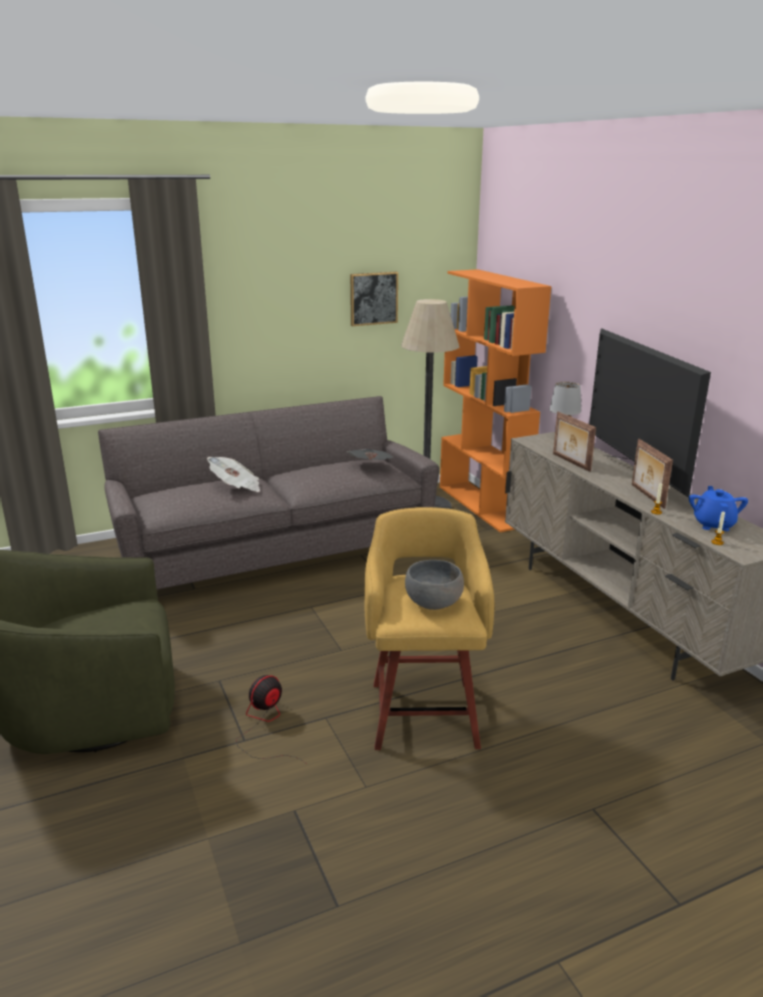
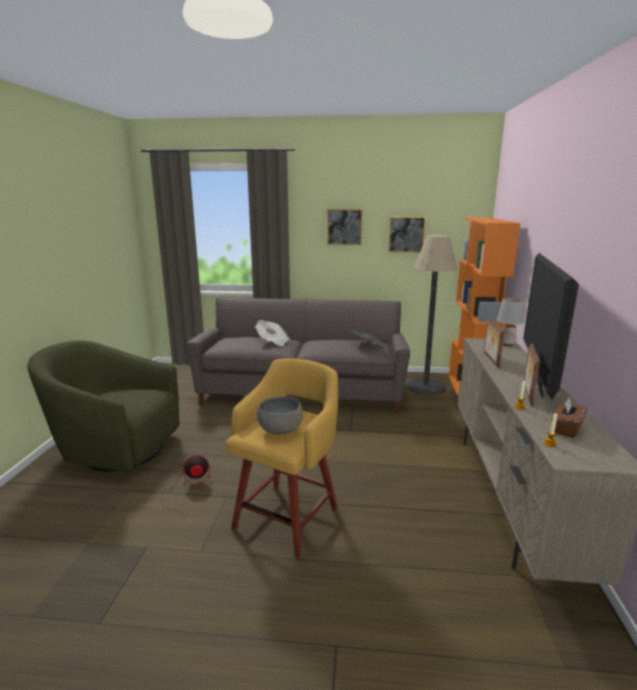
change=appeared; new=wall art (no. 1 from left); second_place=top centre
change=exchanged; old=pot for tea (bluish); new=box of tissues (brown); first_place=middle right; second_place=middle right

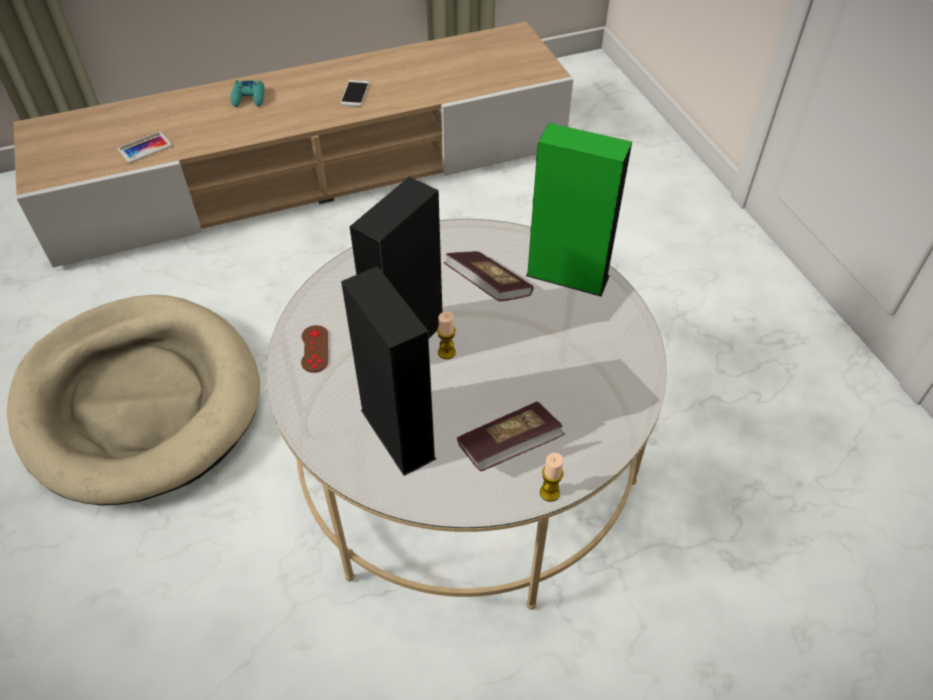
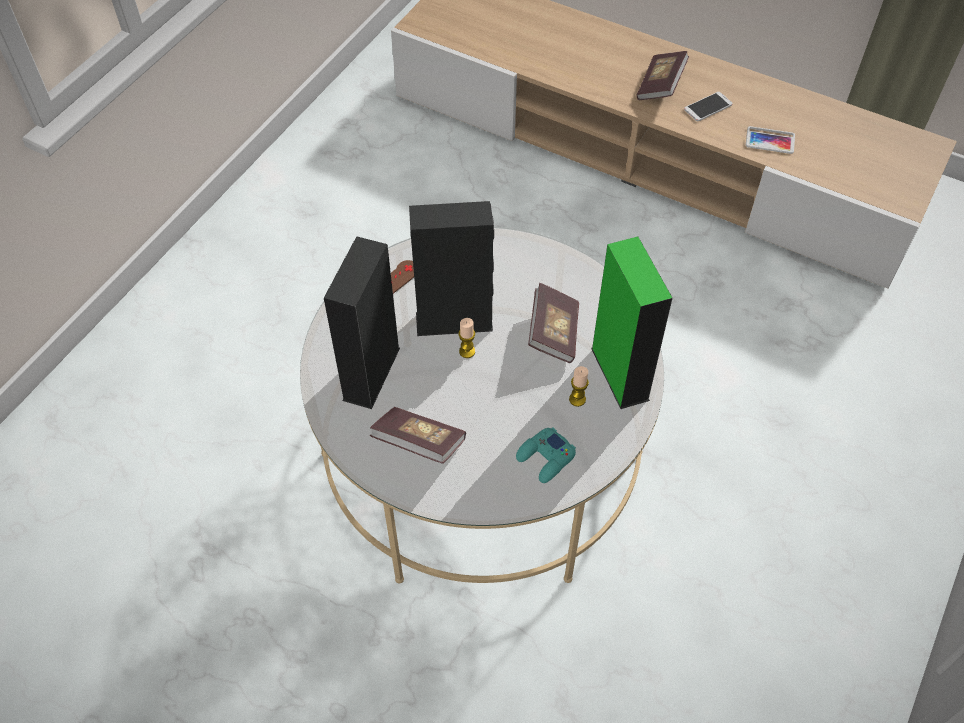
change=relocated; old=joypad (turquoise); first_place=top left; second_place=centre
change=relocated; old=candle (no. 2 from left); first_place=bottom centre; second_place=centre
change=appeared; new=volume (no. 3 from left); second_place=top right
change=relocated; old=phone (no. 1 from left in the first image); new=phone (no. 2 from left); first_place=top left; second_place=top right
change=missing; old=dog cushion (sand-coloured); first_place=middle left

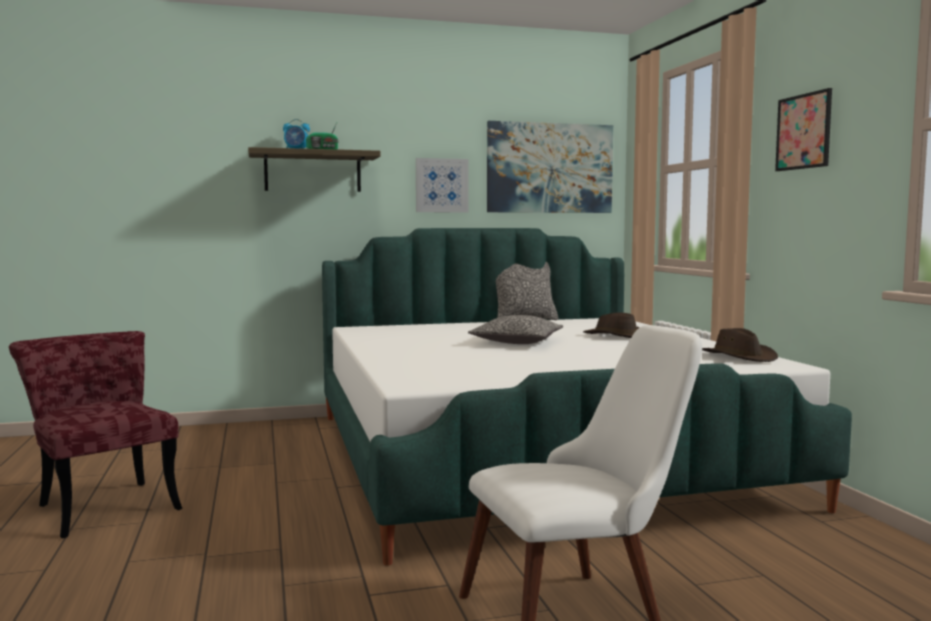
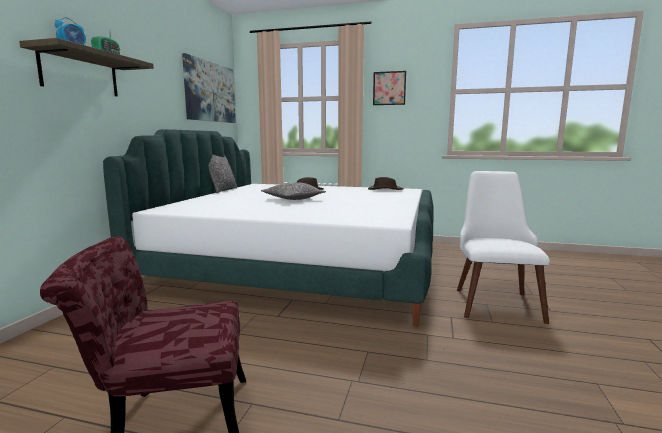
change=missing; old=wall art (no. 1 from left); first_place=top centre

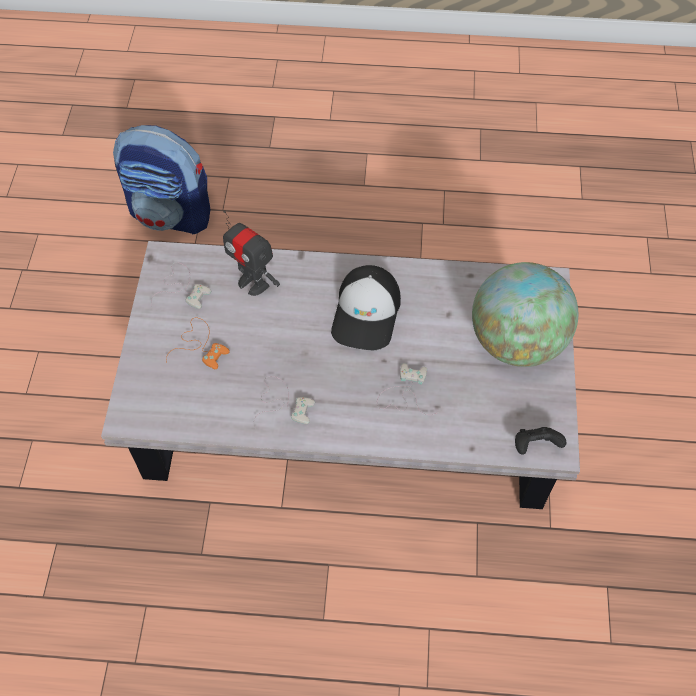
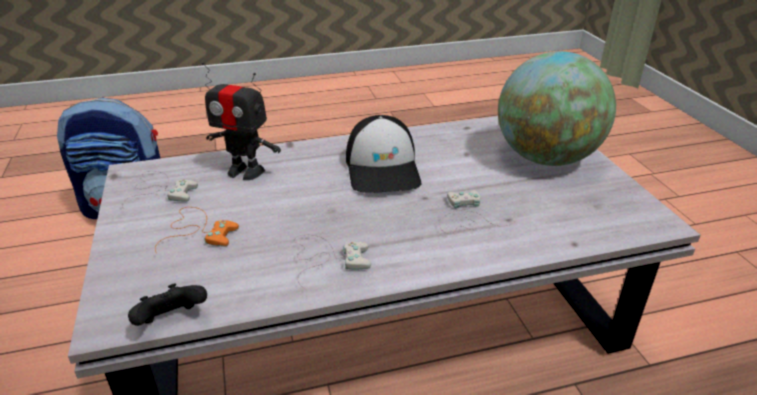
change=relocated; old=joypad (black); first_place=middle right; second_place=bottom left

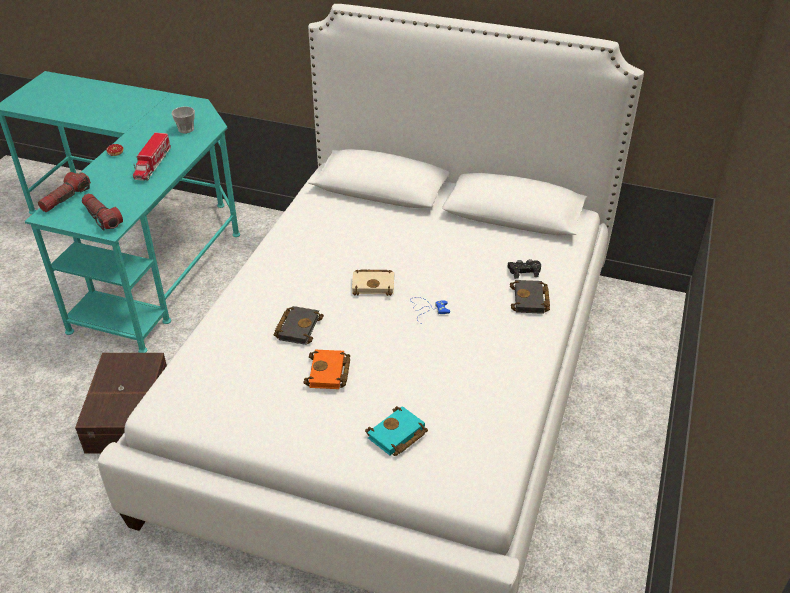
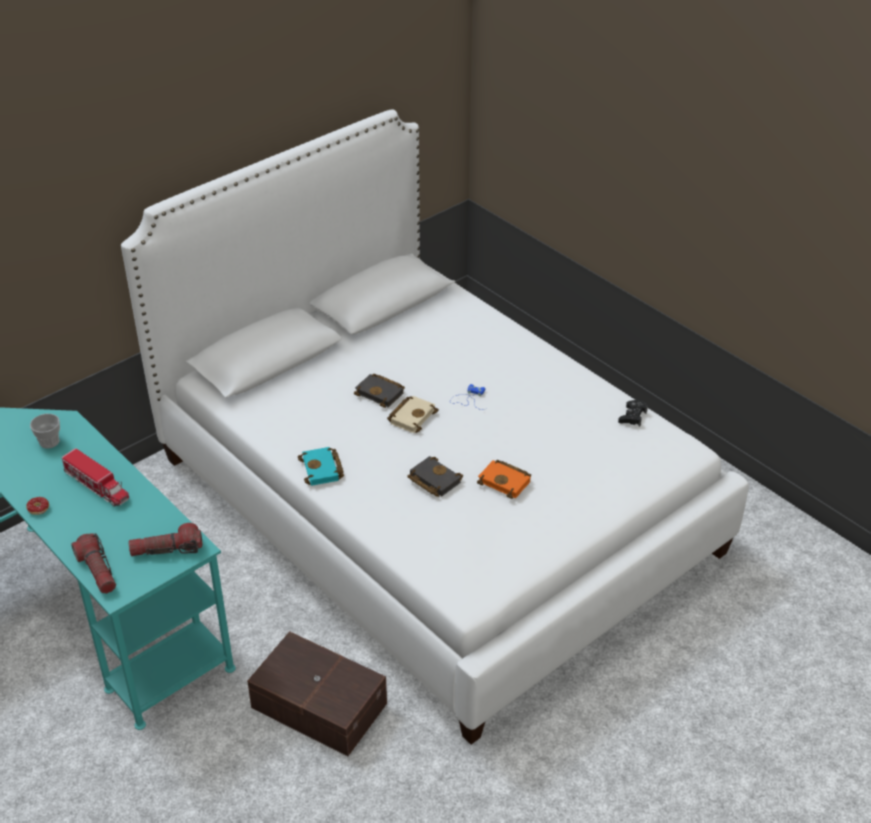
change=relocated; old=volume (turquoise); first_place=bottom centre; second_place=centre
change=relocated; old=volume (black) (no. 2 from left in the first image); new=volume (black) (no. 1 from left); first_place=middle right; second_place=centre
change=relocated; old=joypad (black); first_place=centre; second_place=middle right

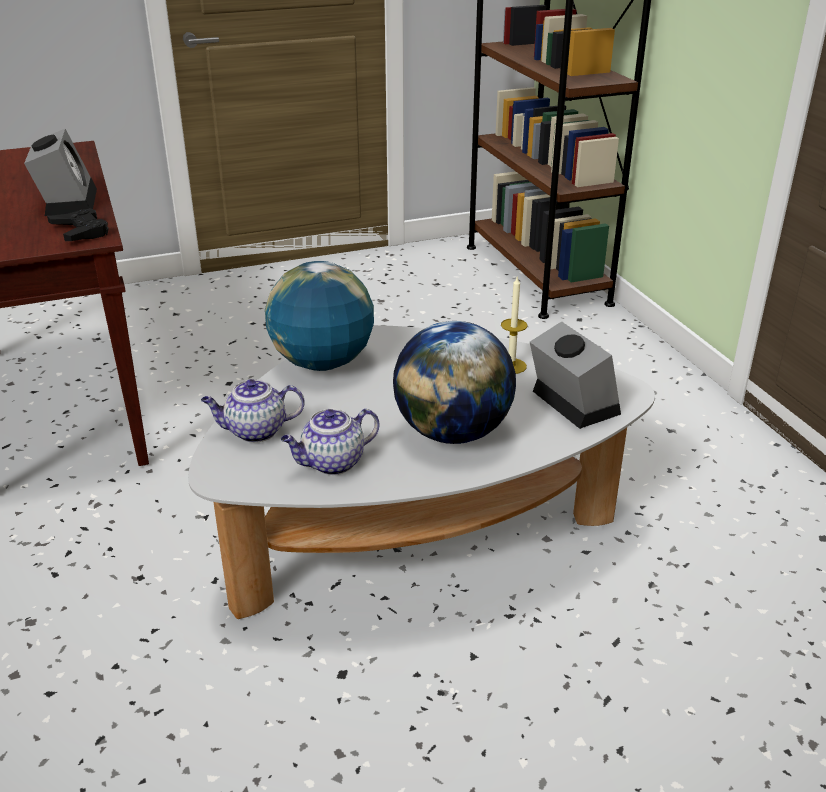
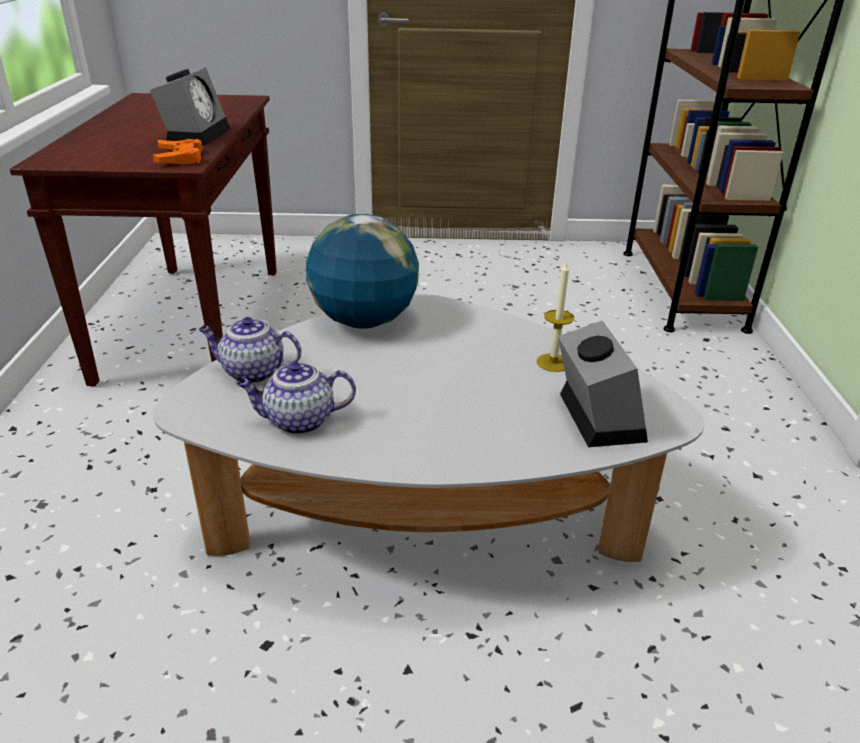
change=colour; old=joypad (black); new=joypad (orange-coloured); first_place=top left; second_place=top left
change=missing; old=world globe (no. 2 from left); first_place=centre

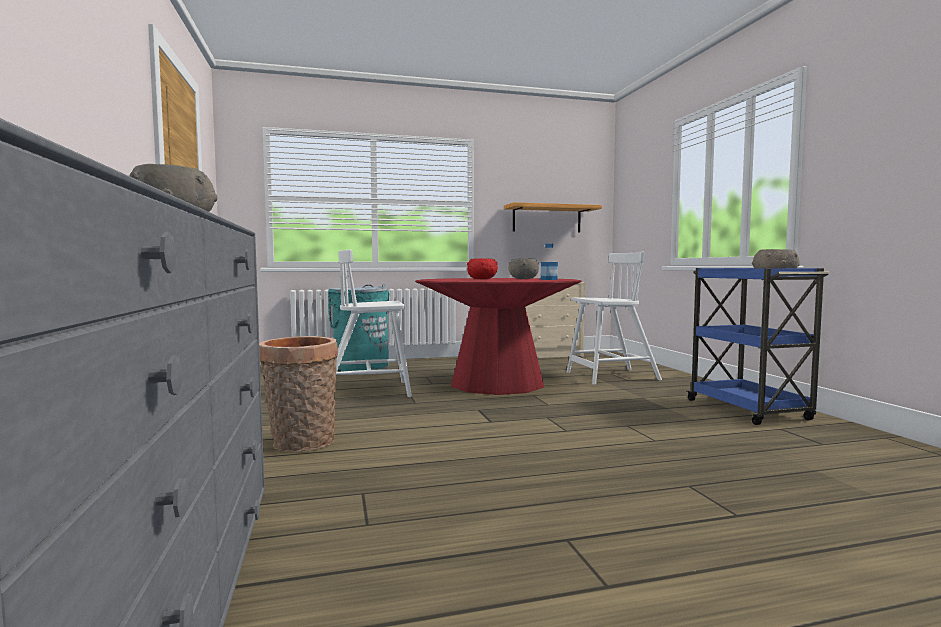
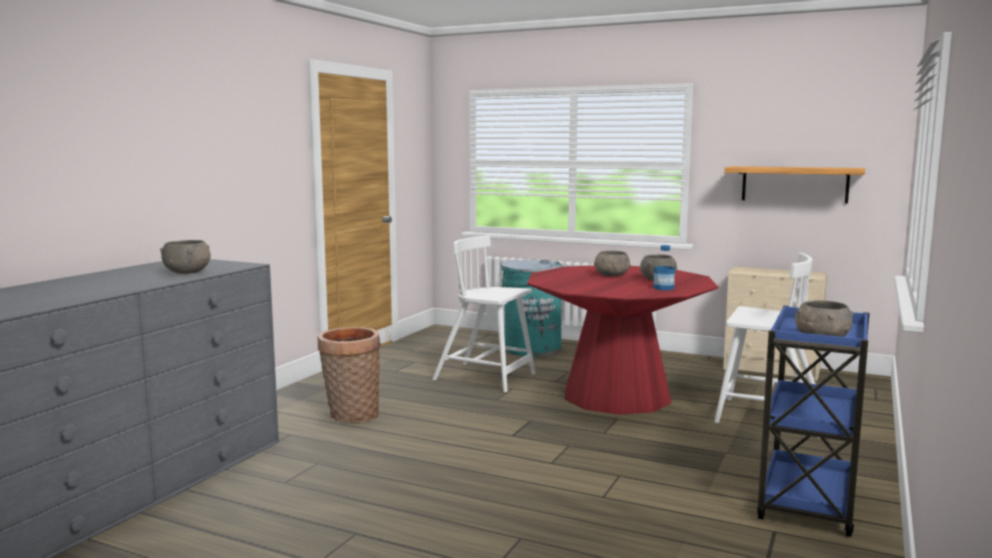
change=colour; old=deep dish (reddish); new=deep dish (grey) (no. 2 from left); first_place=centre; second_place=centre

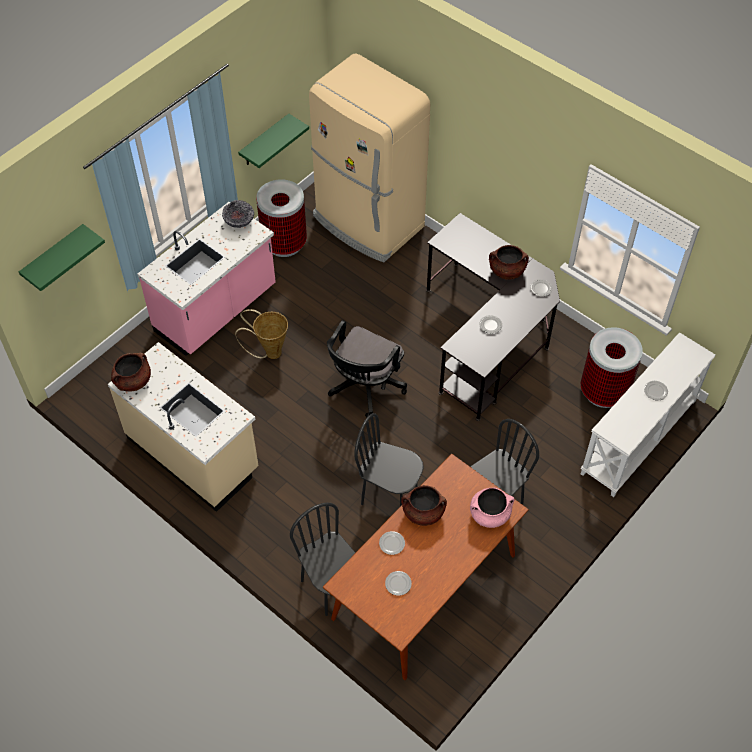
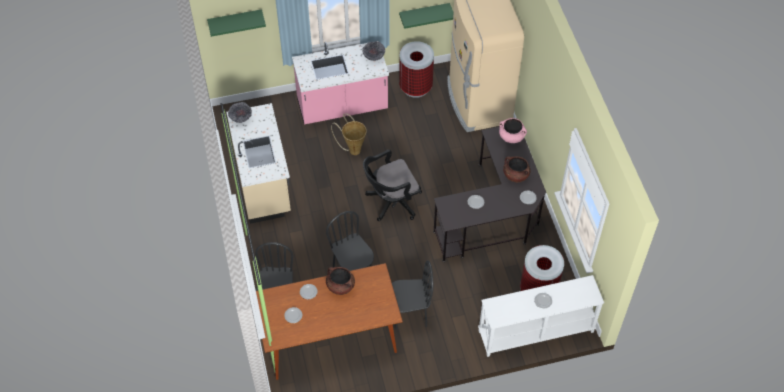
change=exchanged; old=stockpot (brown) (no. 1 from left); new=deep dish (no. 1 from left); first_place=middle left; second_place=top left
change=relocated; old=stockpot (pinkish); first_place=bottom centre; second_place=top centre

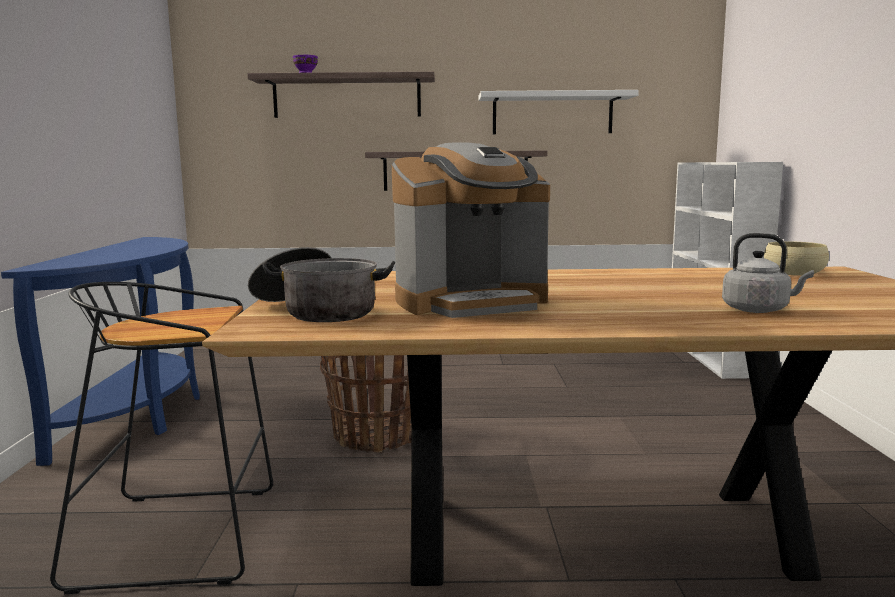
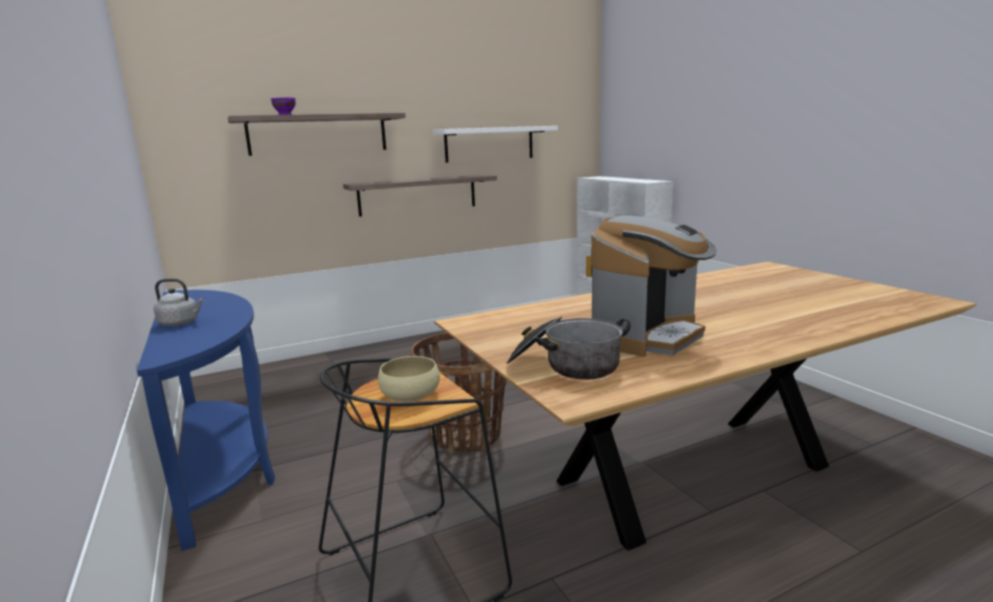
change=relocated; old=water kettle (grey); first_place=middle right; second_place=middle left
change=relocated; old=deep dish (sand-coloured); first_place=middle right; second_place=centre

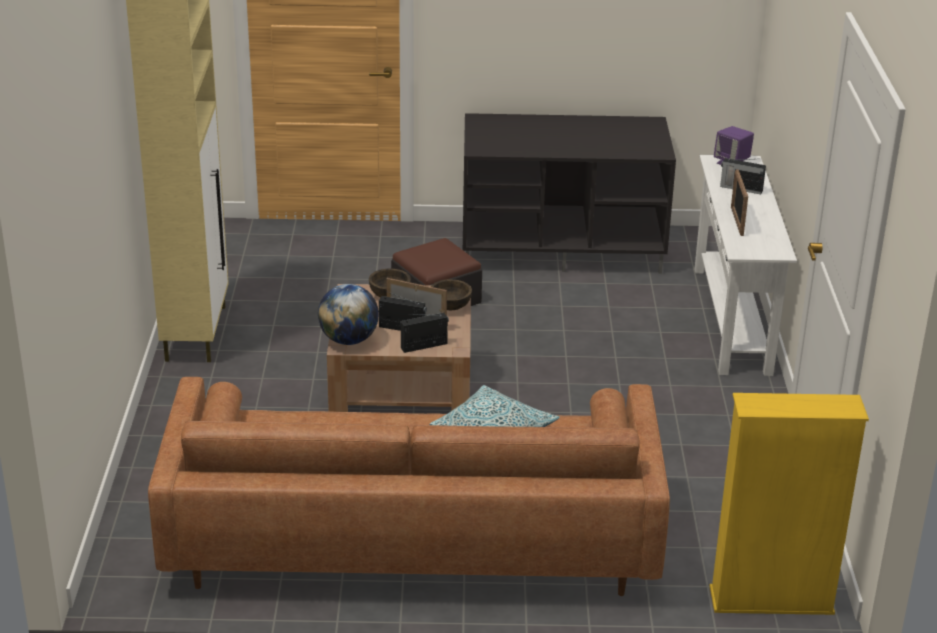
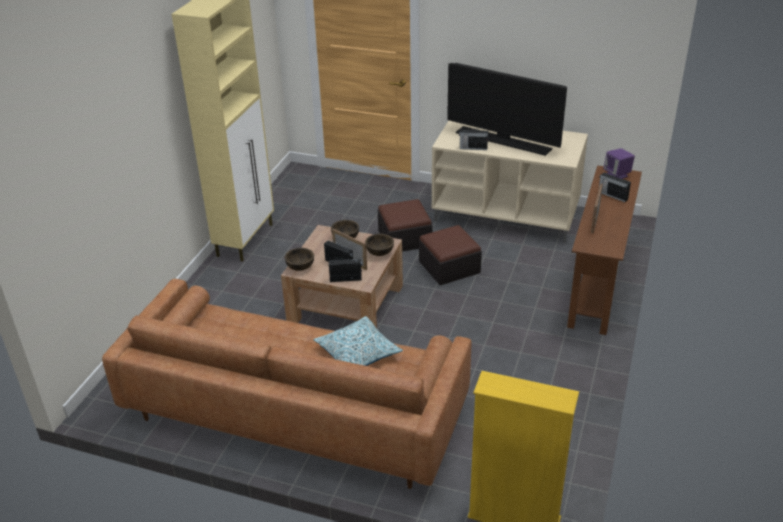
change=exchanged; old=world globe; new=deep dish (brown) (no. 1 from left); first_place=centre; second_place=centre
change=appeared; new=footrest (no. 2 from left); second_place=centre
change=colour; old=media console (black); new=media console (sand-coloured); first_place=top centre; second_place=centre
change=appeared; new=TV set; second_place=top centre
change=appeared; new=radio (no. 3 from left); second_place=top centre
change=colour; old=narrow table (white); new=narrow table (brown); first_place=middle right; second_place=middle right

